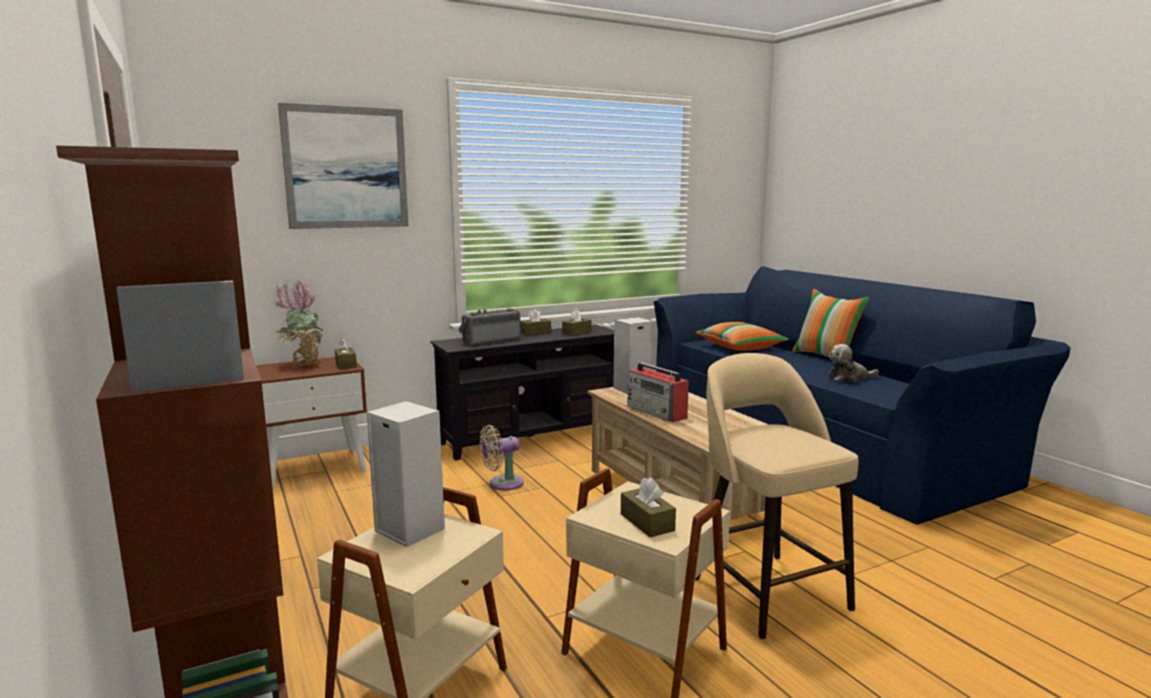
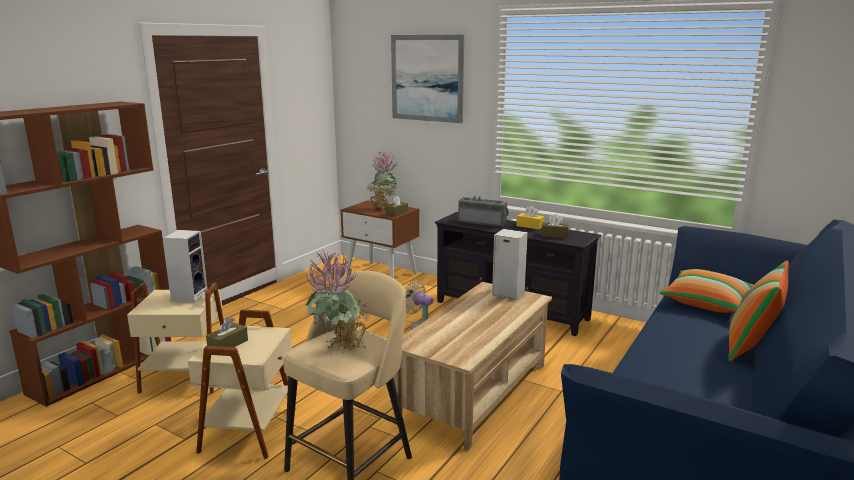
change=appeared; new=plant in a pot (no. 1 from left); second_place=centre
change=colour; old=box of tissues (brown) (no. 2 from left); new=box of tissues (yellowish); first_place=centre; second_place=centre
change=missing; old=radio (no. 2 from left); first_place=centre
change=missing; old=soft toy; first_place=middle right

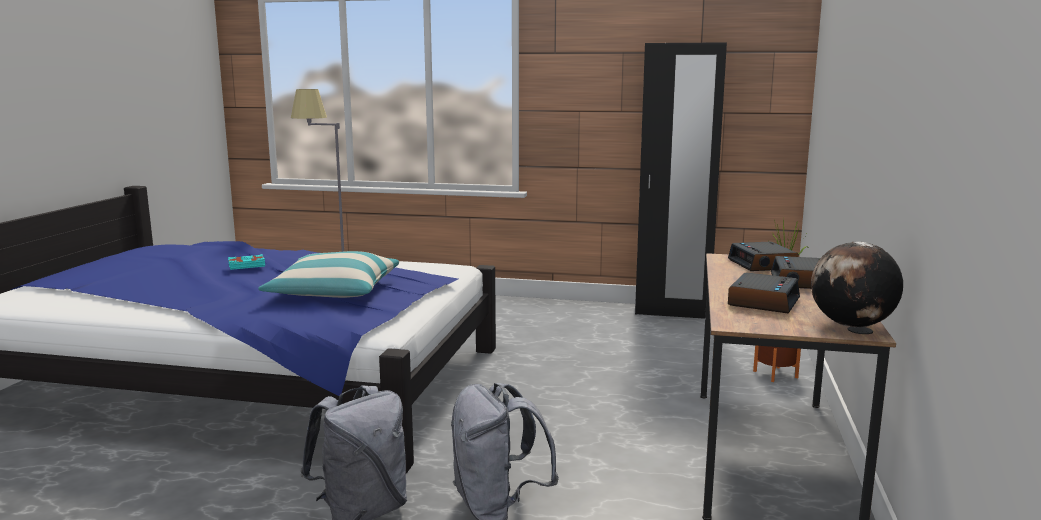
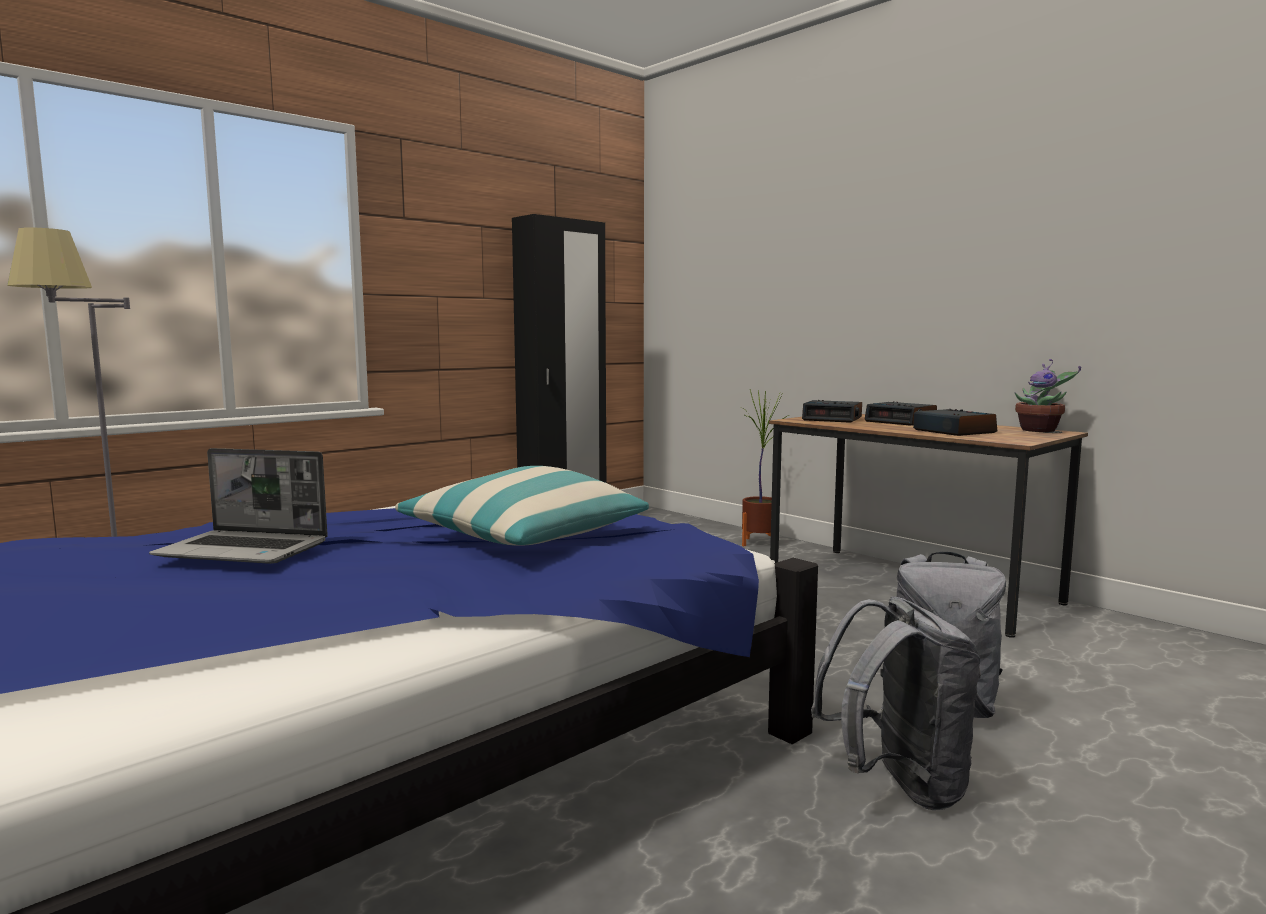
change=exchanged; old=volume (turquoise); new=portable computer; first_place=middle left; second_place=middle left
change=exchanged; old=world globe; new=plant in a pot (no. 2 from left); first_place=middle right; second_place=middle right

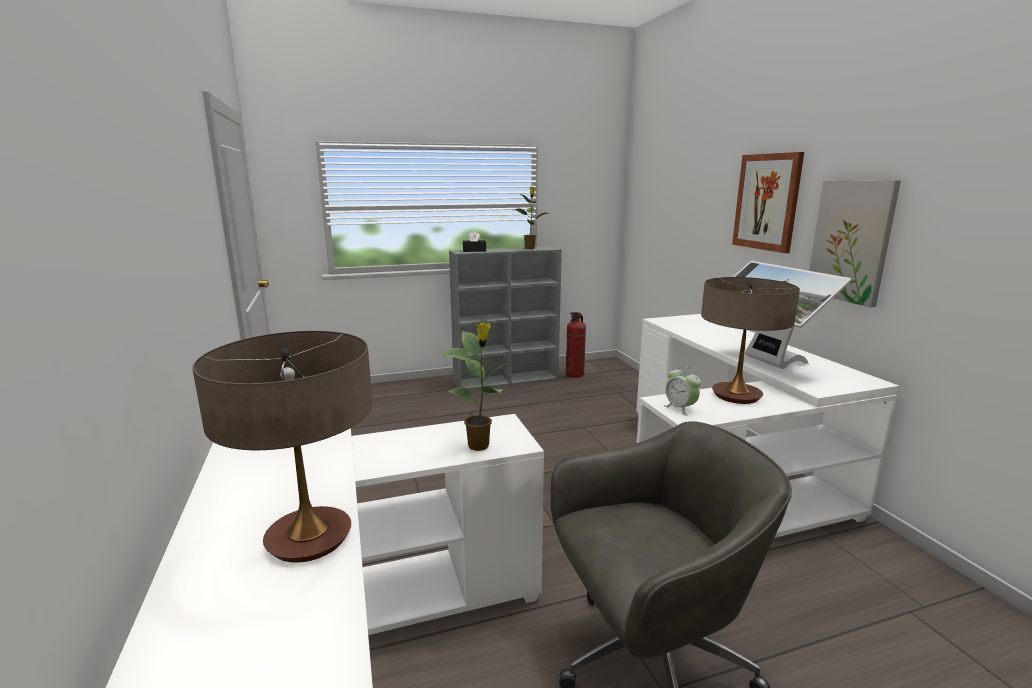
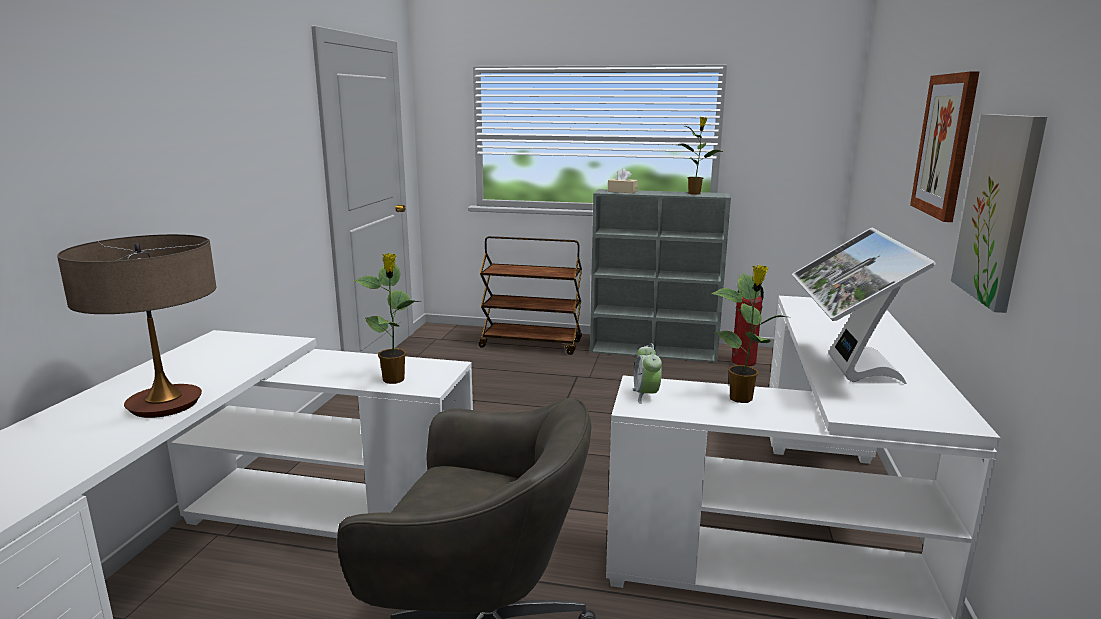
change=appeared; new=cart (brown); second_place=centre
change=colour; old=box of tissues (black); new=box of tissues (sand-coloured); first_place=centre; second_place=top centre
change=exchanged; old=table lamp (no. 2 from left); new=plant in a pot (no. 3 from left); first_place=middle right; second_place=middle right

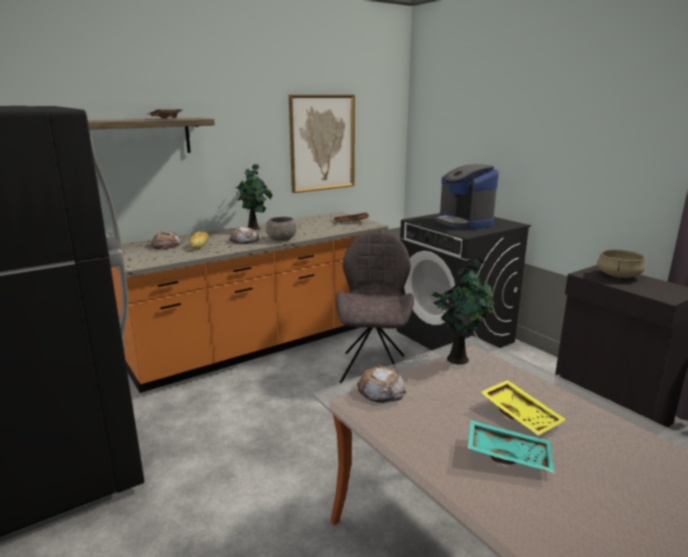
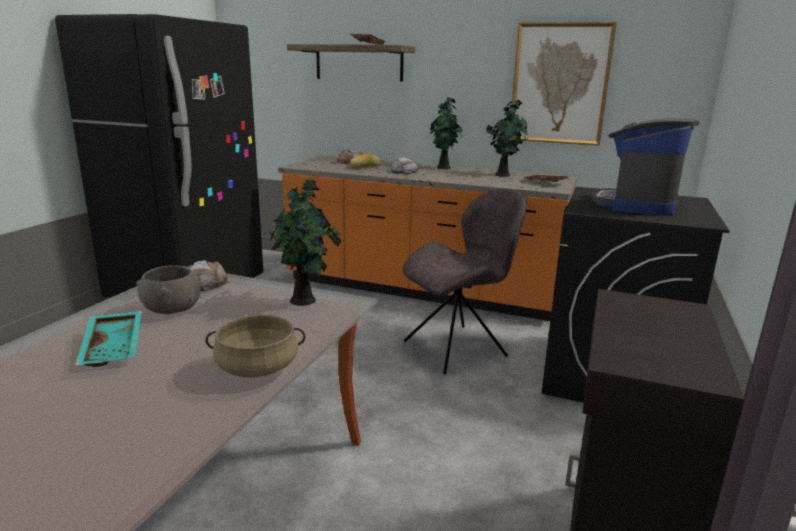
change=relocated; old=deep dish (grey); first_place=centre; second_place=middle left
change=relocated; old=stockpot (sand-coloured); first_place=middle right; second_place=middle left
change=appeared; new=plant in a pot (no. 3 from left); second_place=top centre
change=missing; old=carrying tray (yellowish); first_place=bottom right

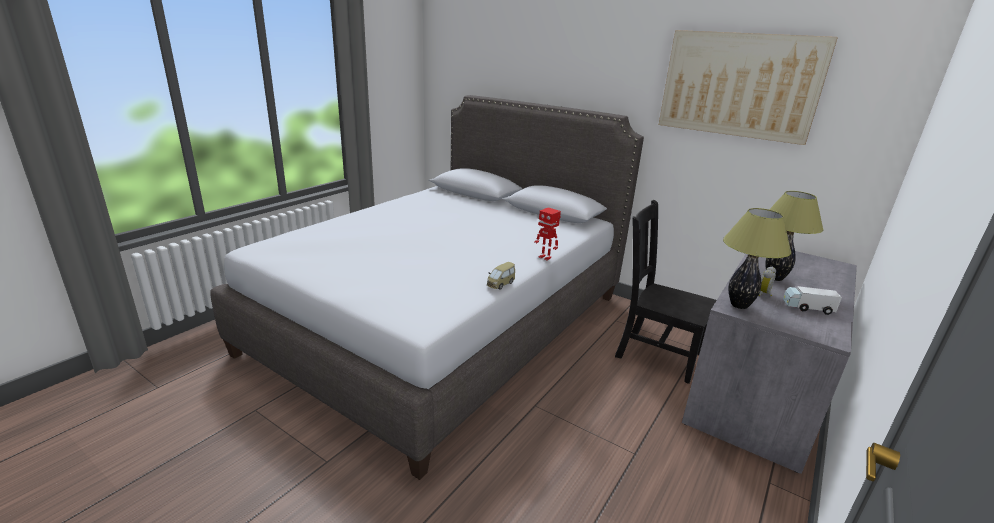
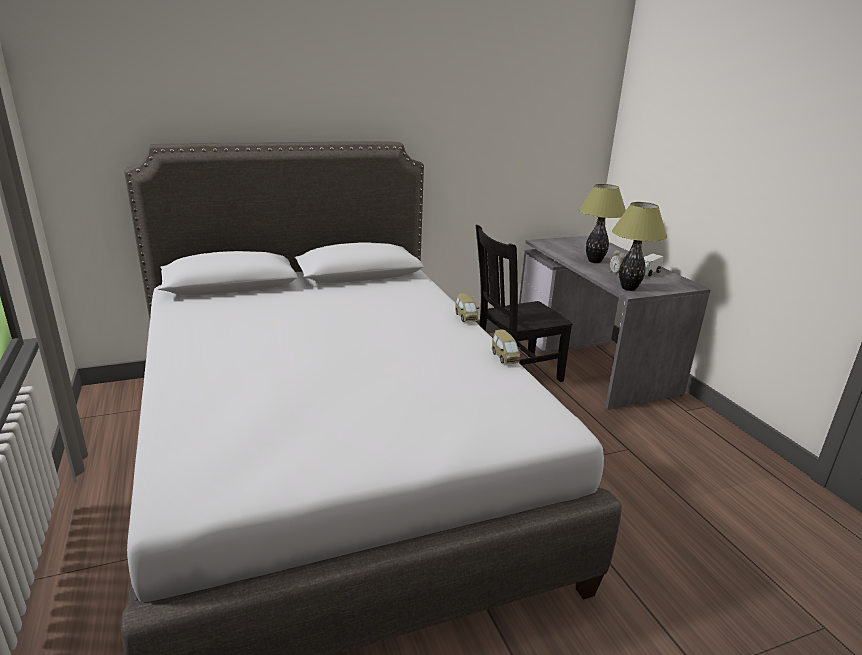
change=exchanged; old=model robot; new=model car (no. 1 from left); first_place=centre; second_place=centre
change=missing; old=wall art; first_place=top right

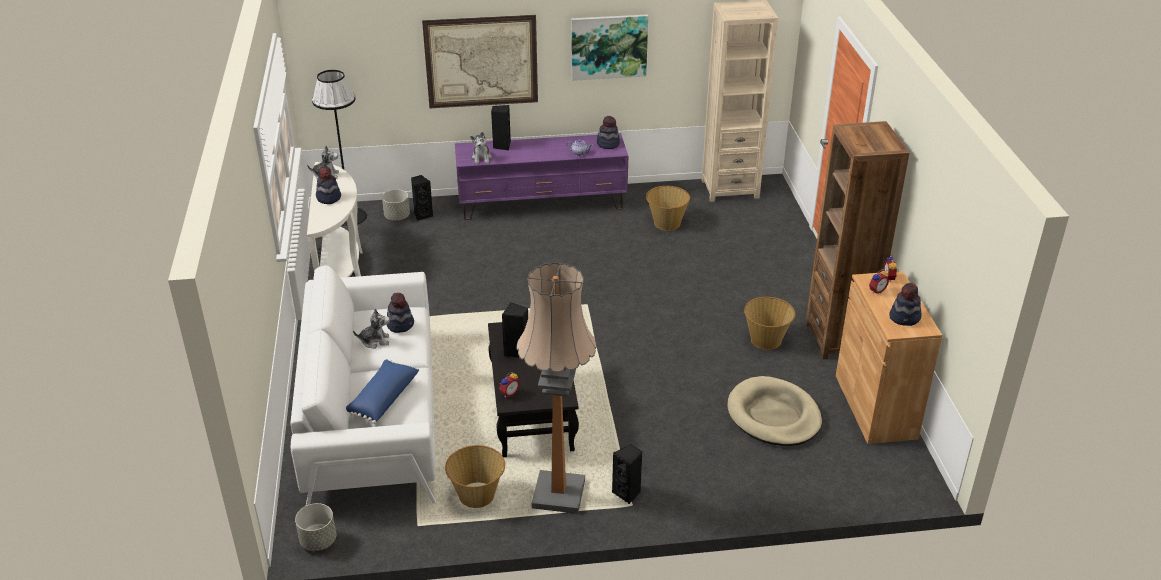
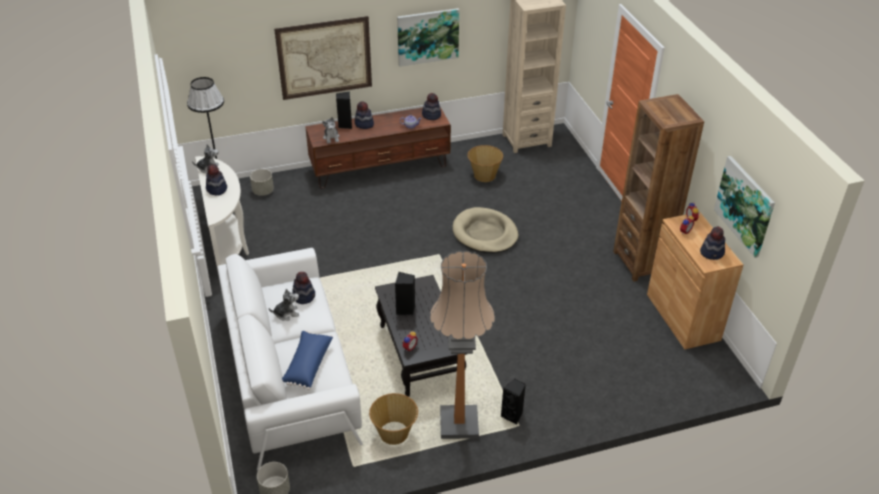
change=colour; old=media console (purple); new=media console (brown); first_place=top centre; second_place=top centre
change=appeared; new=hat (no. 3 from left); second_place=top centre
change=relocated; old=dog cushion (sand-coloured); first_place=bottom right; second_place=centre
change=appeared; new=wall art (no. 3 from left); second_place=middle right
change=missing; old=loudspeaker (black) (no. 1 from left); first_place=centre
change=missing; old=household basket (no. 3 from left); first_place=centre

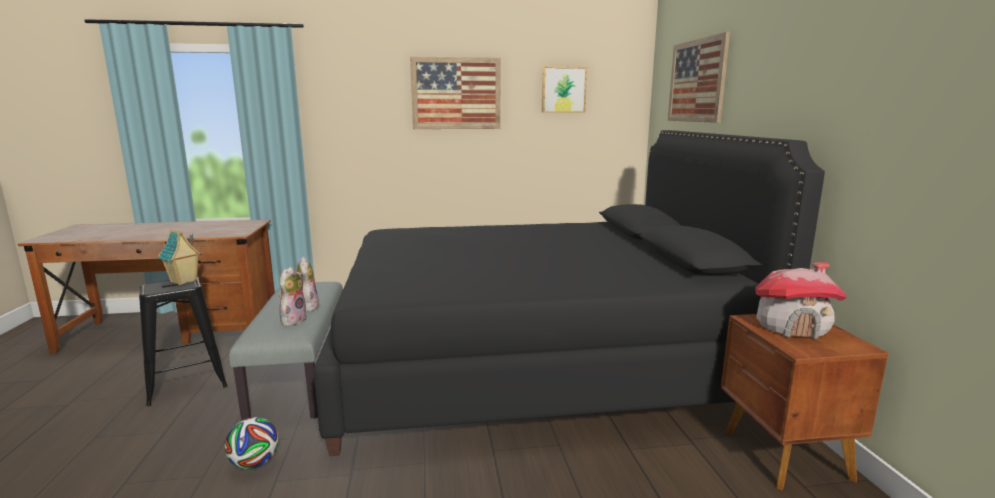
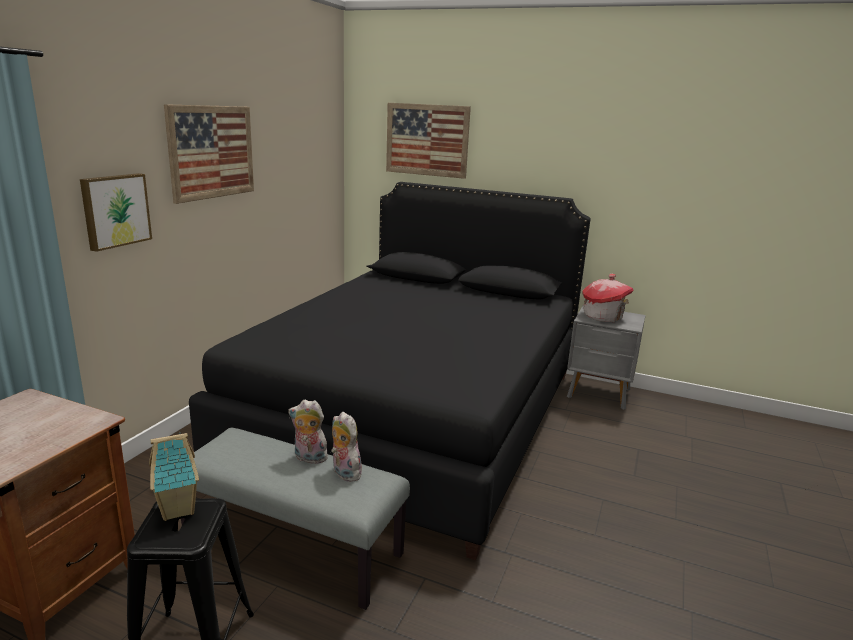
change=relocated; old=wall art (no. 2 from left in the first image); new=wall art (no. 1 from left); first_place=top centre; second_place=top left
change=colour; old=bedside table (brown); new=bedside table (grey); first_place=bottom right; second_place=middle right
change=missing; old=ball for football; first_place=bottom left

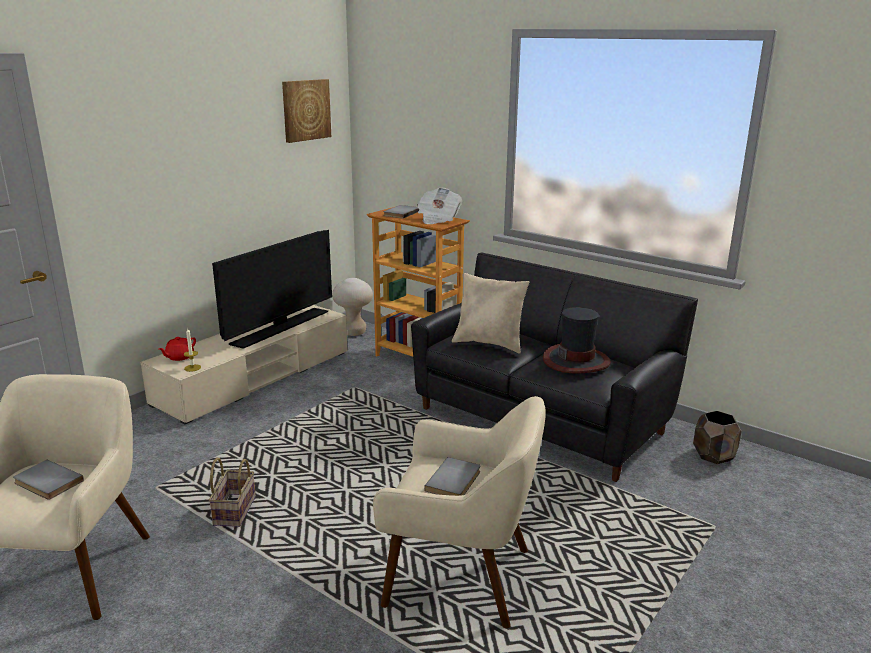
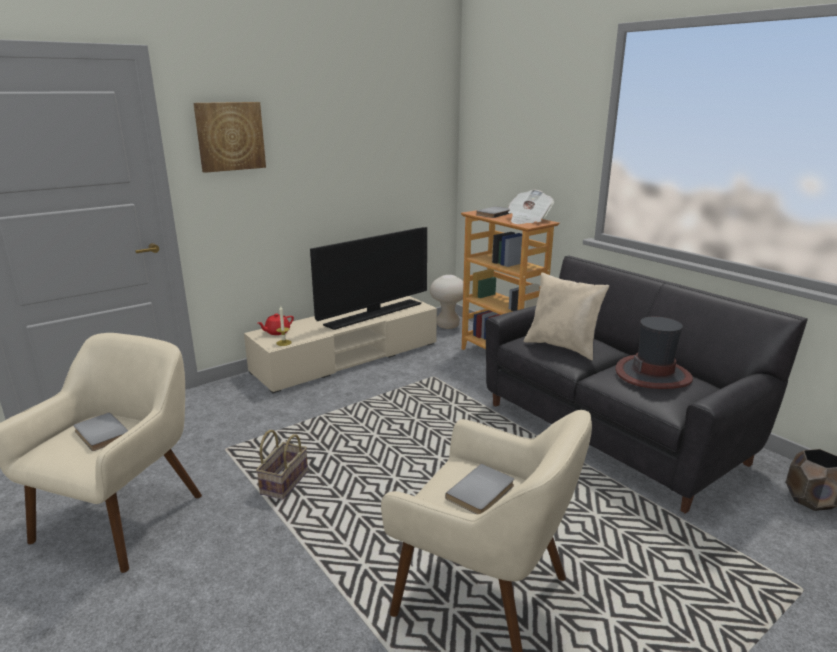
change=relocated; old=wall art; first_place=top centre; second_place=top left

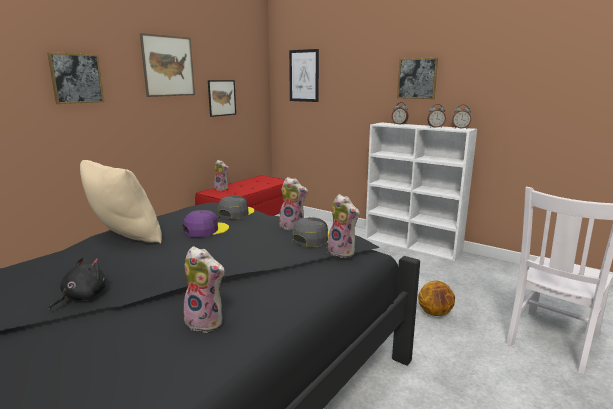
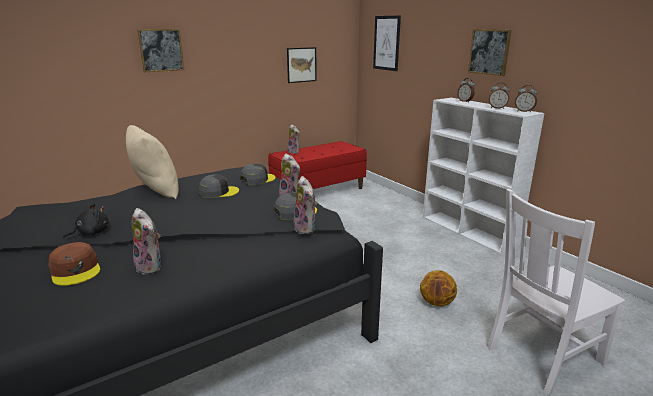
change=appeared; new=cap (brown); second_place=bottom left
change=colour; old=cap (purple); new=cap (grey) (no. 1 from left); first_place=centre; second_place=centre
change=missing; old=wall art (no. 2 from left); first_place=top left

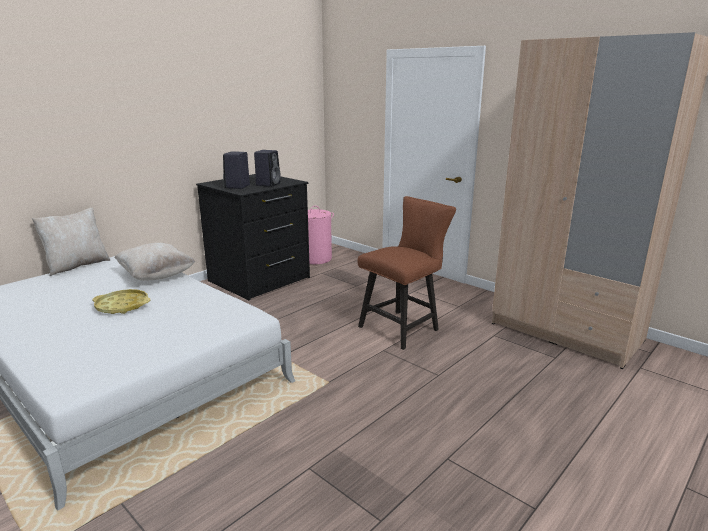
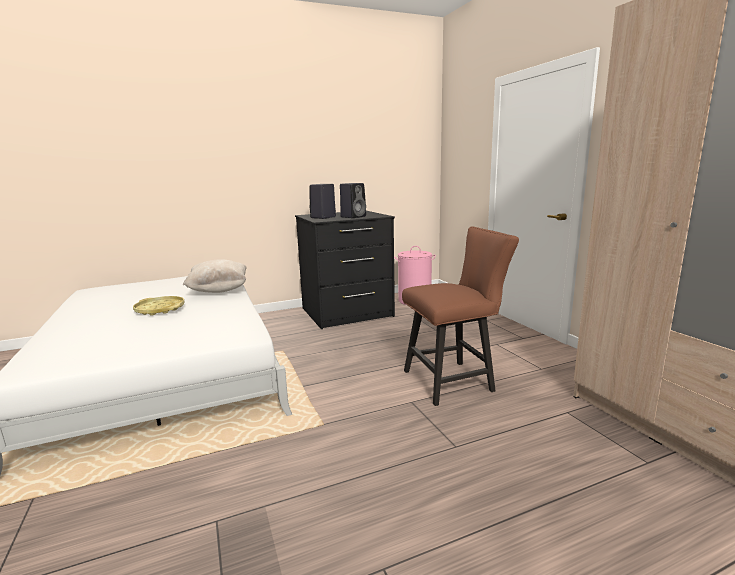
change=missing; old=throw pillow (sand-coloured) (no. 1 from left); first_place=middle left

